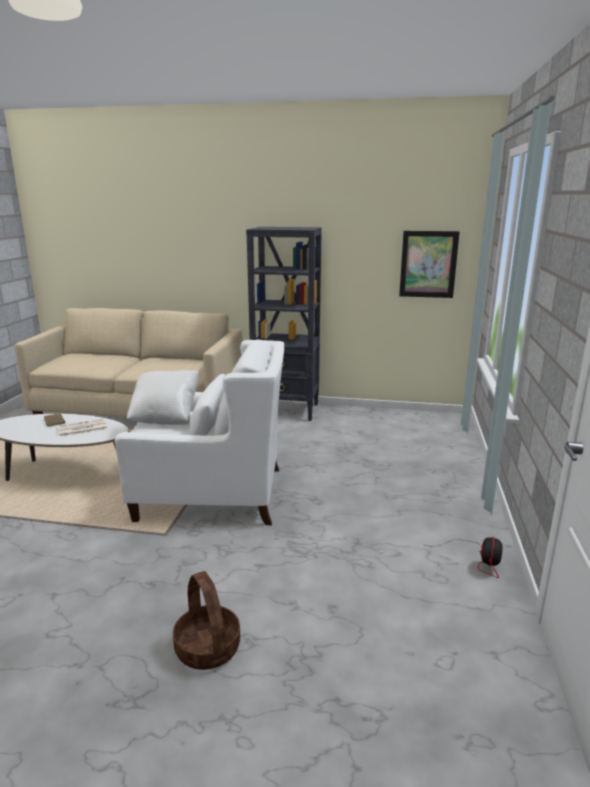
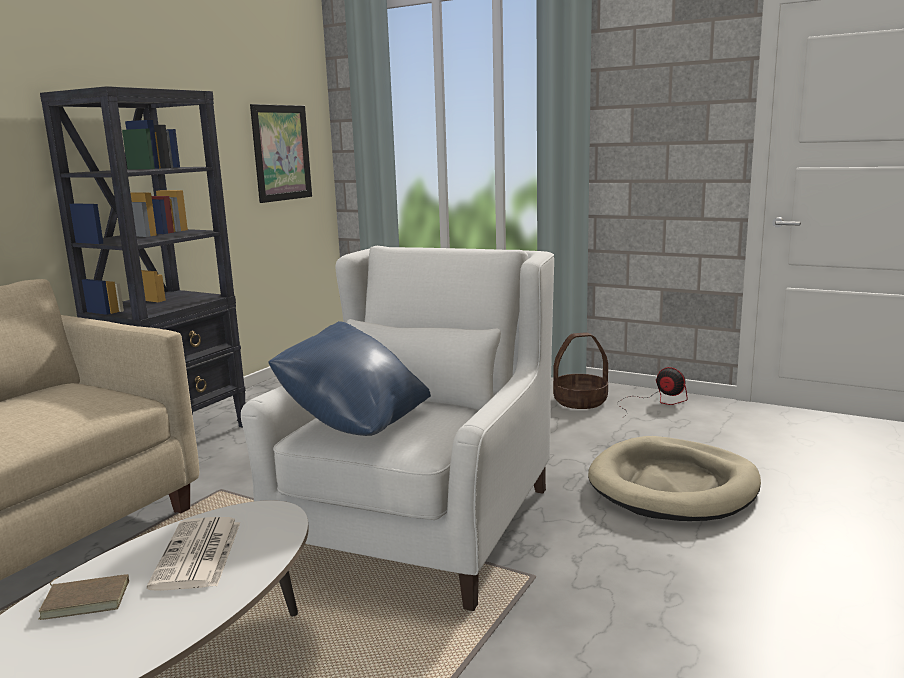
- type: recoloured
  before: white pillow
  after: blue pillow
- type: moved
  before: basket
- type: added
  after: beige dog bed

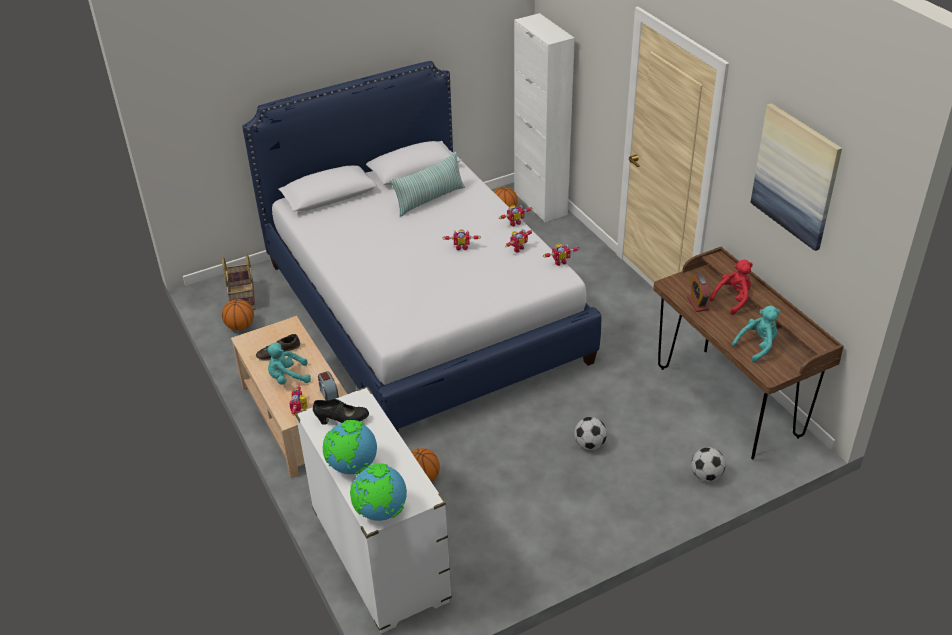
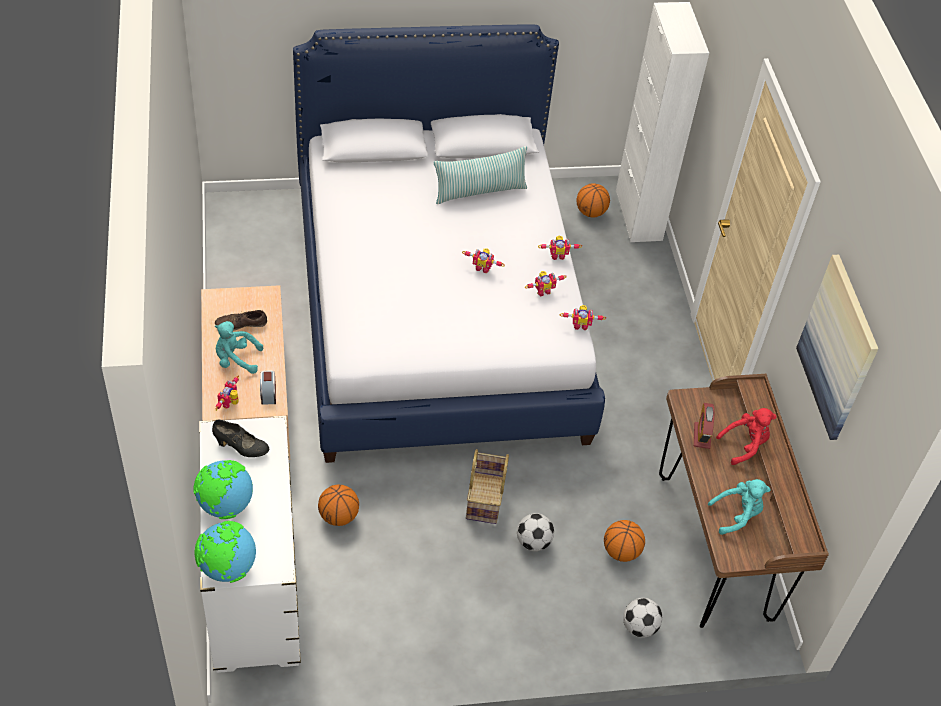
- type: moved
  before: basket
- type: moved
  before: basketball (1st from left in the first image)
  after: basketball (3rd from left)

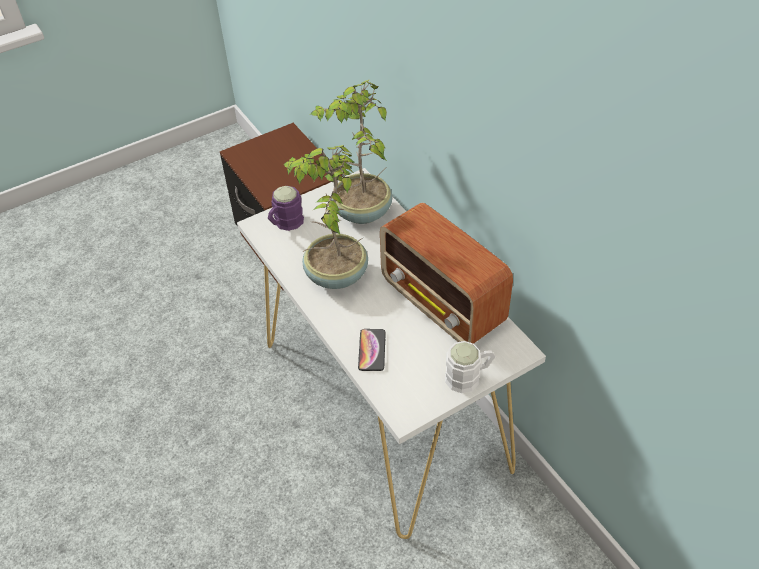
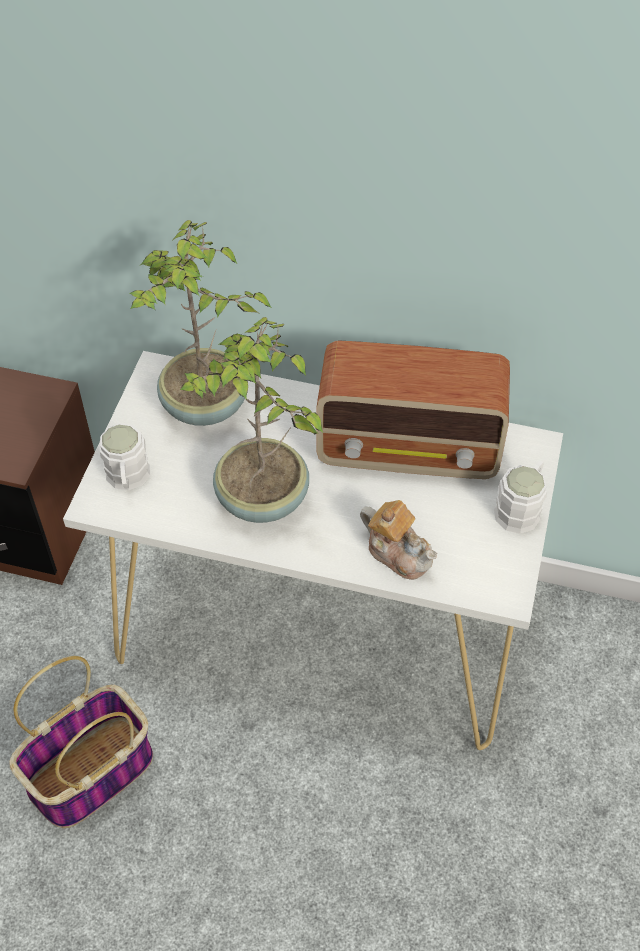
- type: recoloured
  before: purple mug
  after: white mug (1st from left)
- type: replaced
  before: phone
  after: teapot
- type: added
  after: basket

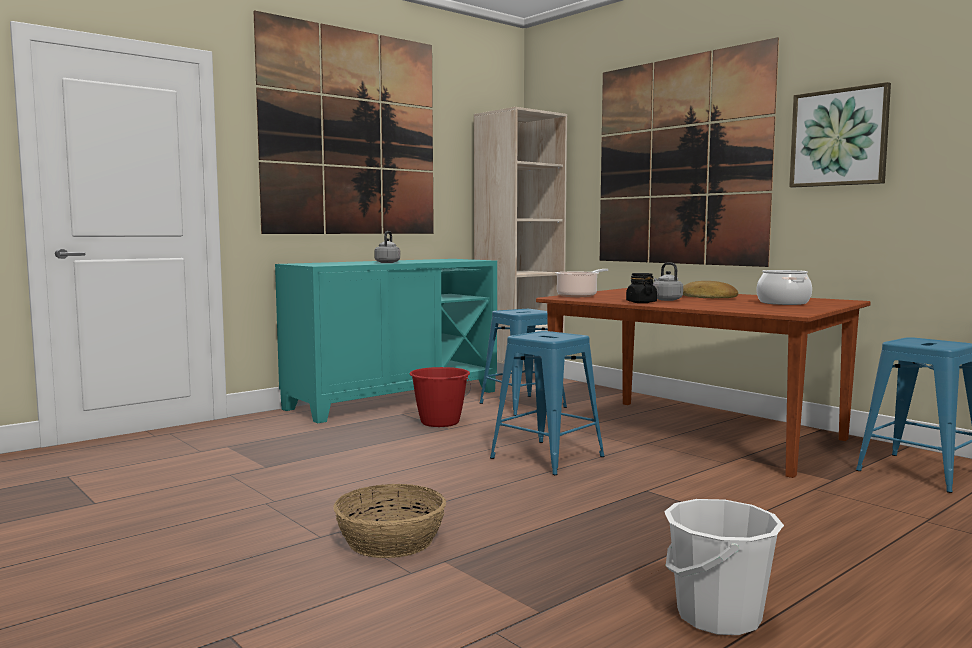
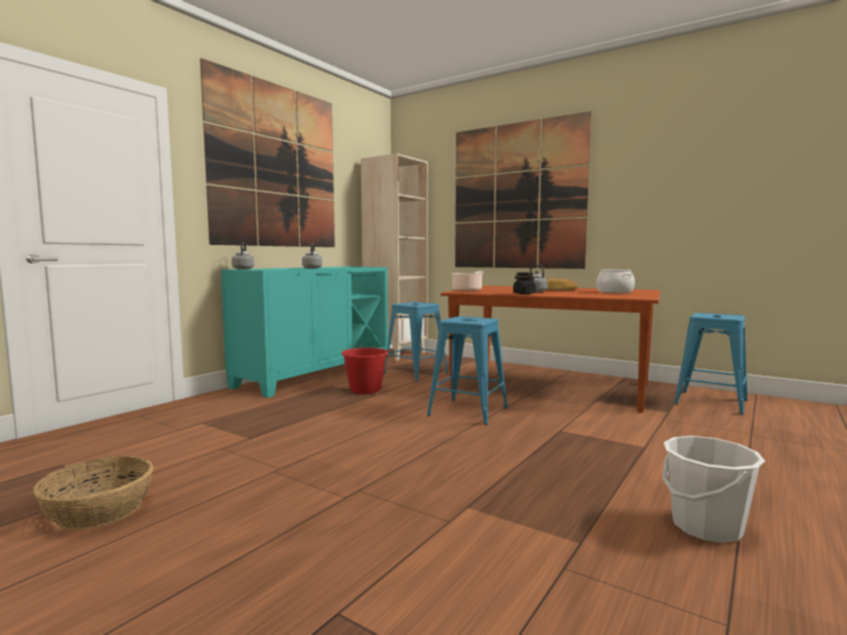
- type: removed
  before: picture (3rd from left)
- type: moved
  before: basket
- type: added
  after: grey kettle (1st from left)

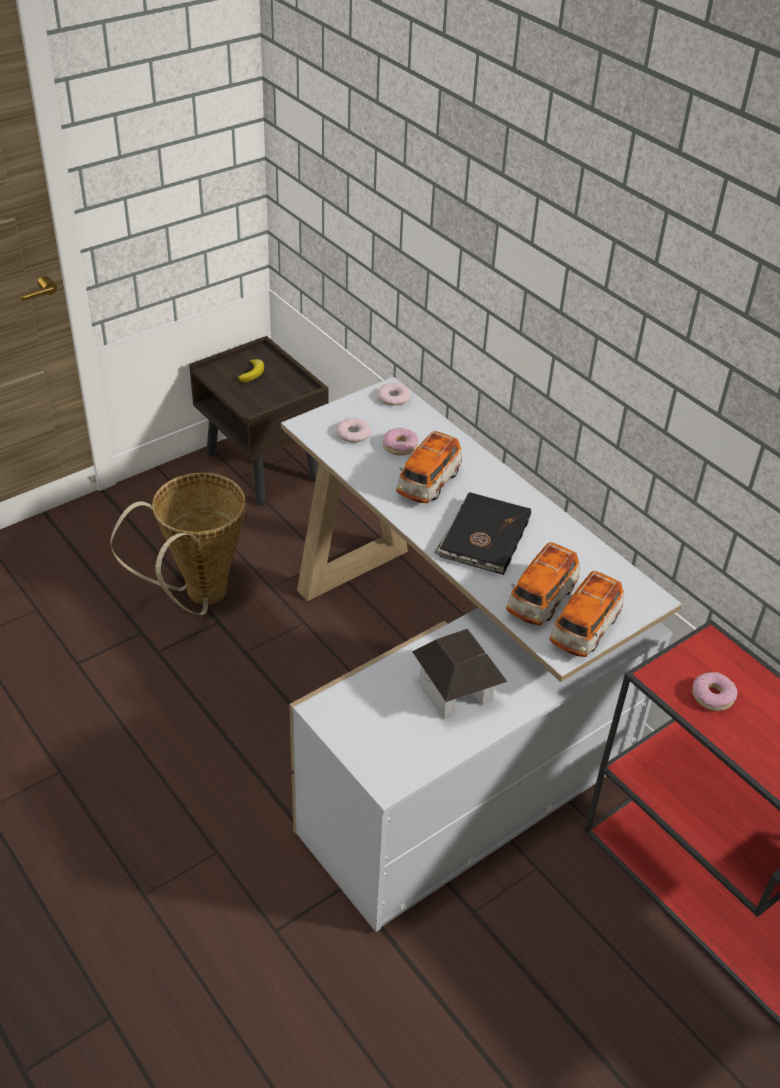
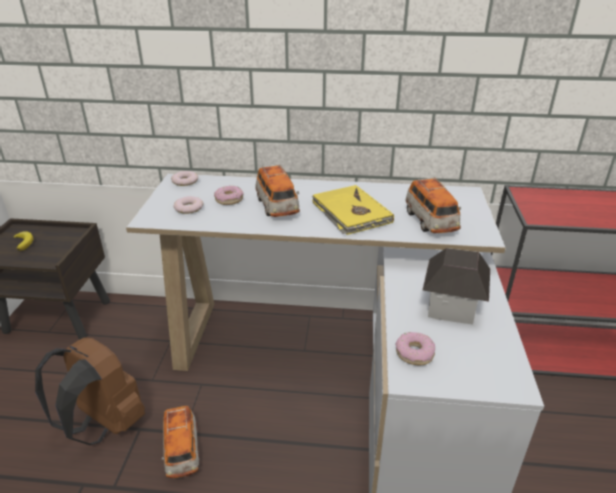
- type: replaced
  before: basket
  after: brown backpack
- type: recoloured
  before: black book
  after: yellow book
- type: moved
  before: toy car (3rd from left in the first image)
  after: toy car (1st from left)
- type: moved
  before: donut (4th from left)

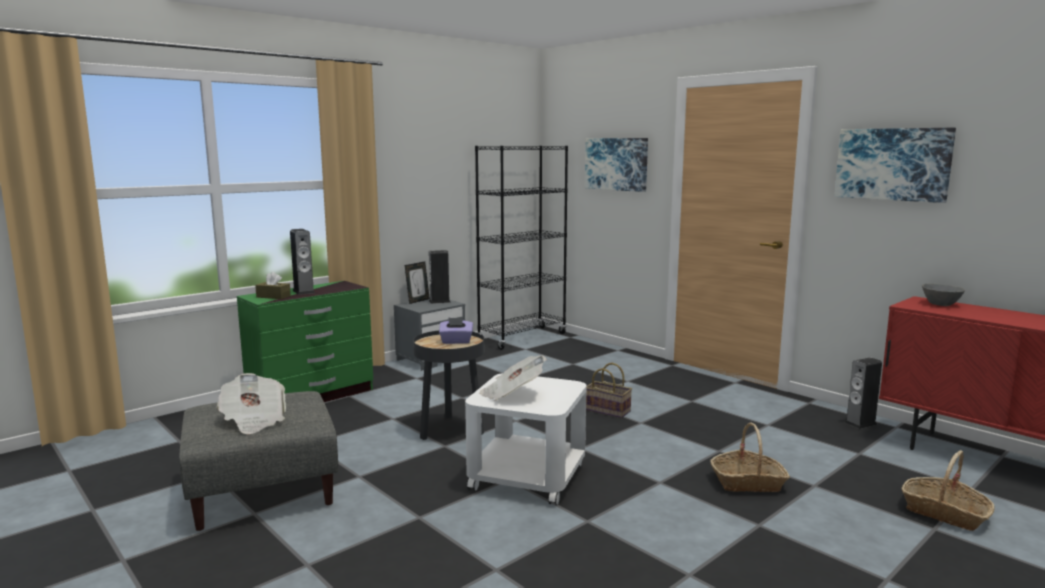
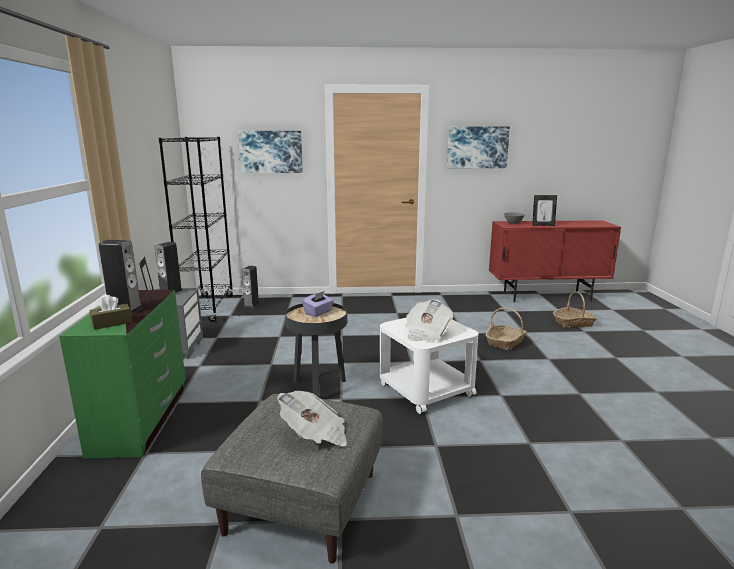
- type: moved
  before: speaker (3rd from left)
- type: removed
  before: basket (1st from left)
- type: added
  after: picture frame (2nd from left)

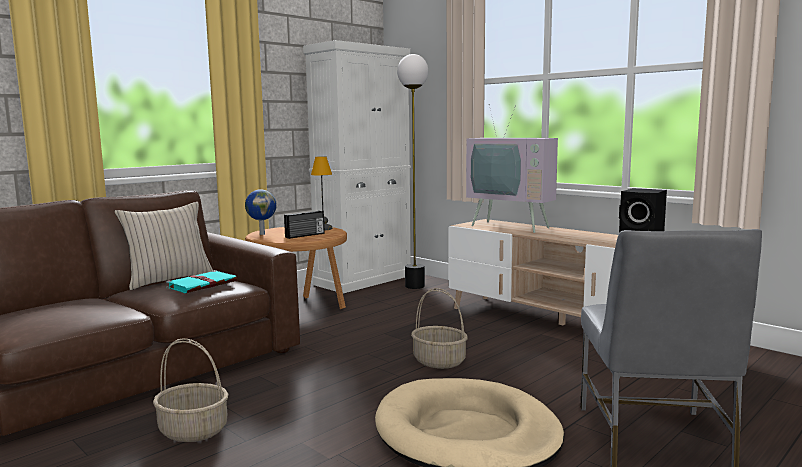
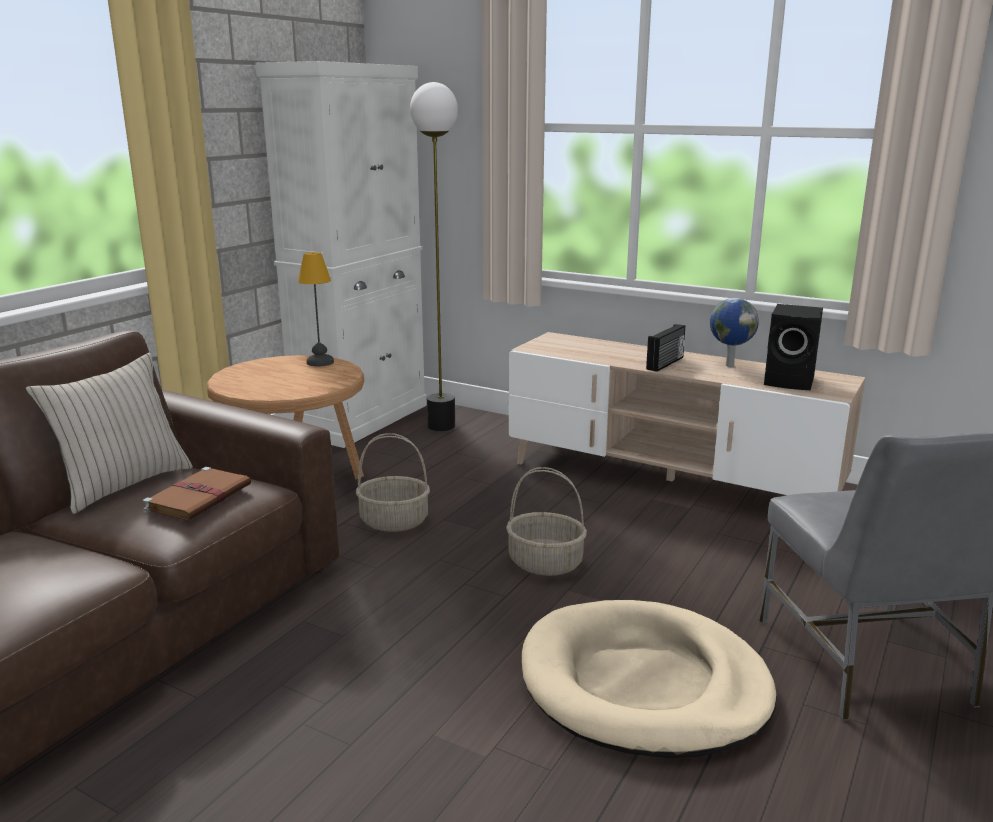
- type: removed
  before: television
- type: moved
  before: globe
- type: moved
  before: radio
- type: recoloured
  before: turquoise book
  after: brown book
- type: moved
  before: basket (1st from left)

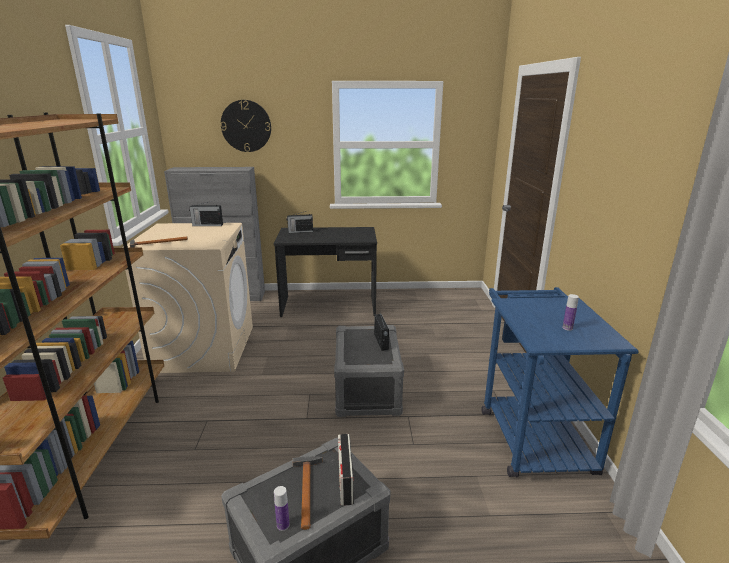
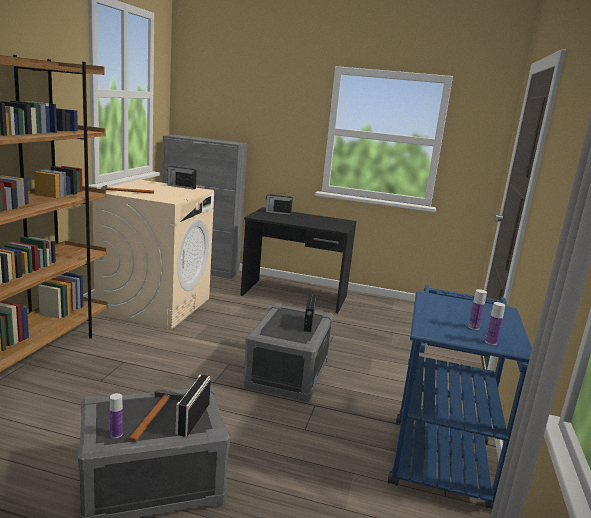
- type: removed
  before: wall clock
- type: added
  after: bottle (3rd from left)

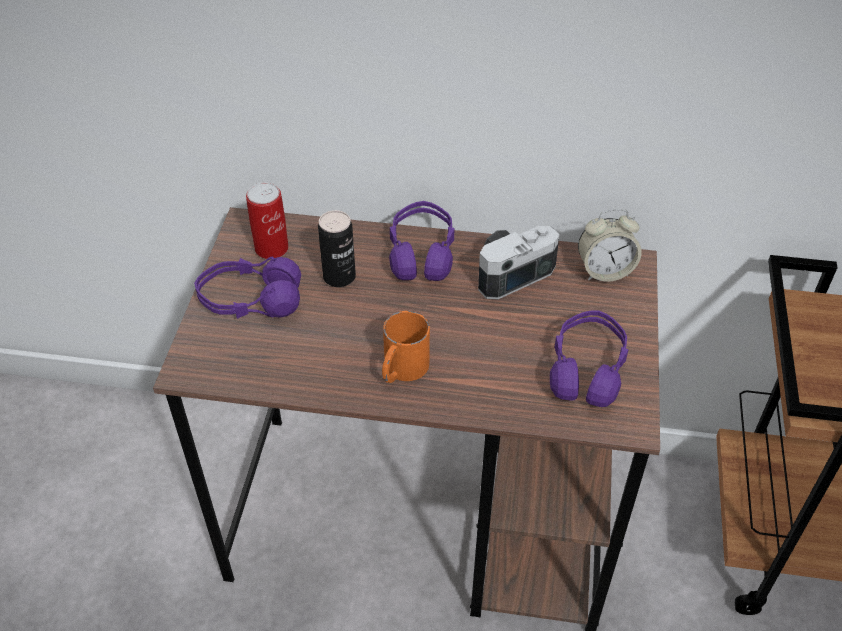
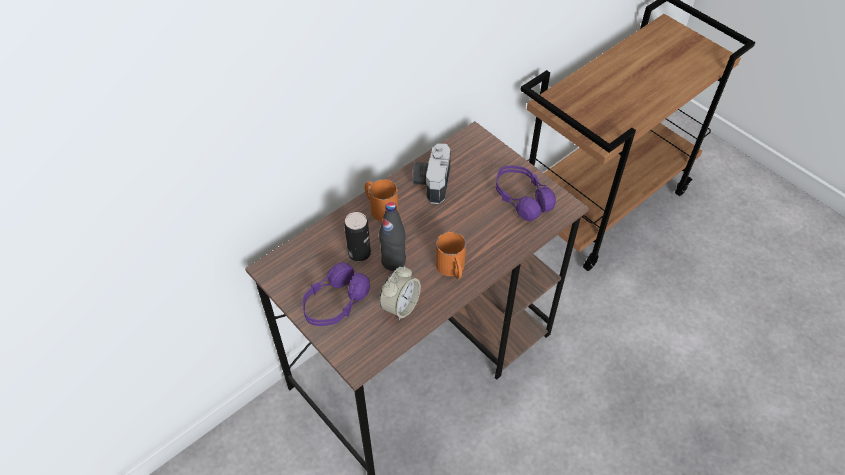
- type: removed
  before: can (1st from left)
- type: replaced
  before: purple headphones (2nd from left)
  after: orange mug (1st from left)
- type: moved
  before: alarm clock
- type: added
  after: black bottle

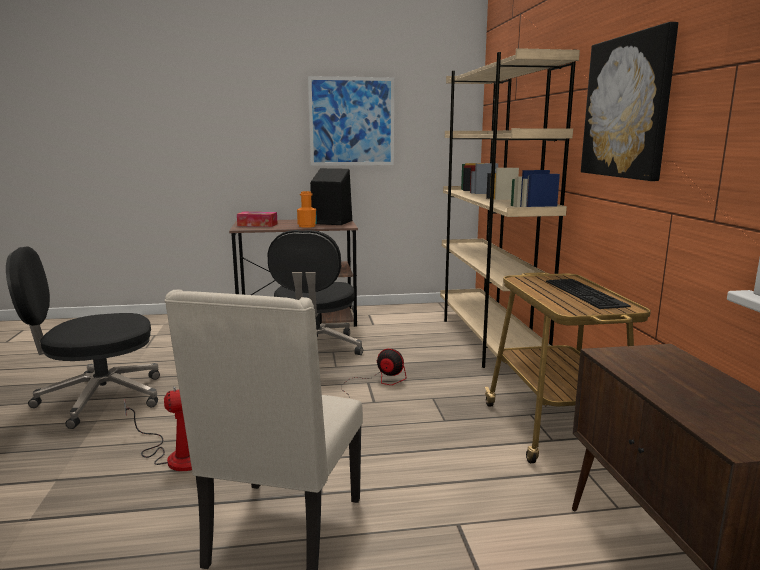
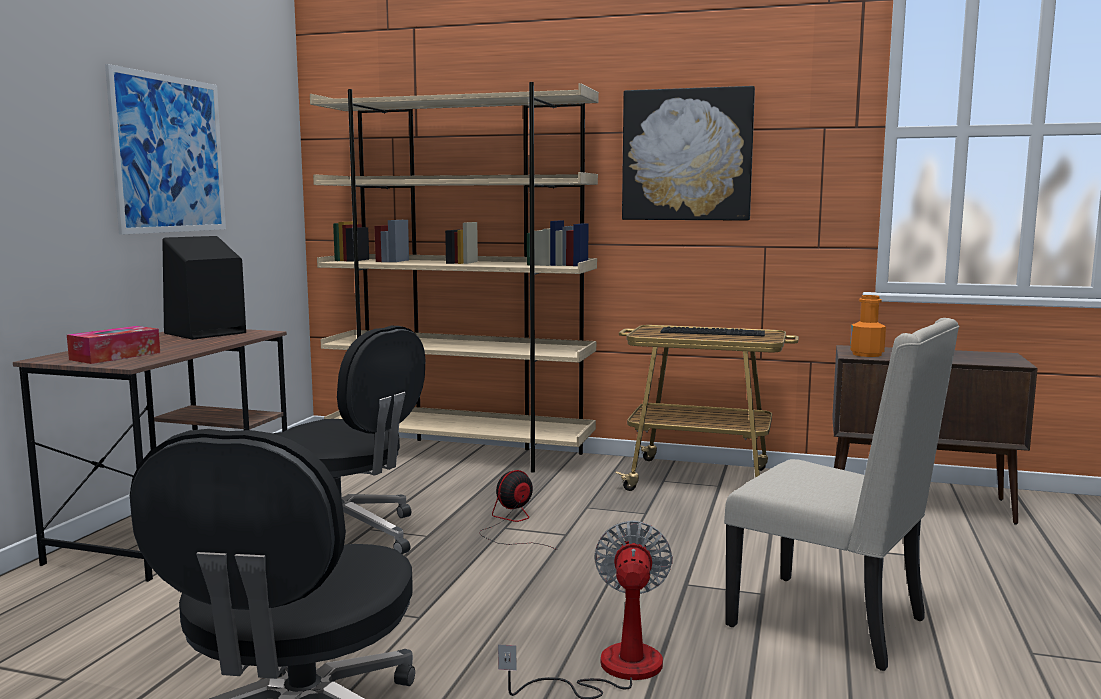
- type: moved
  before: orange bottle

